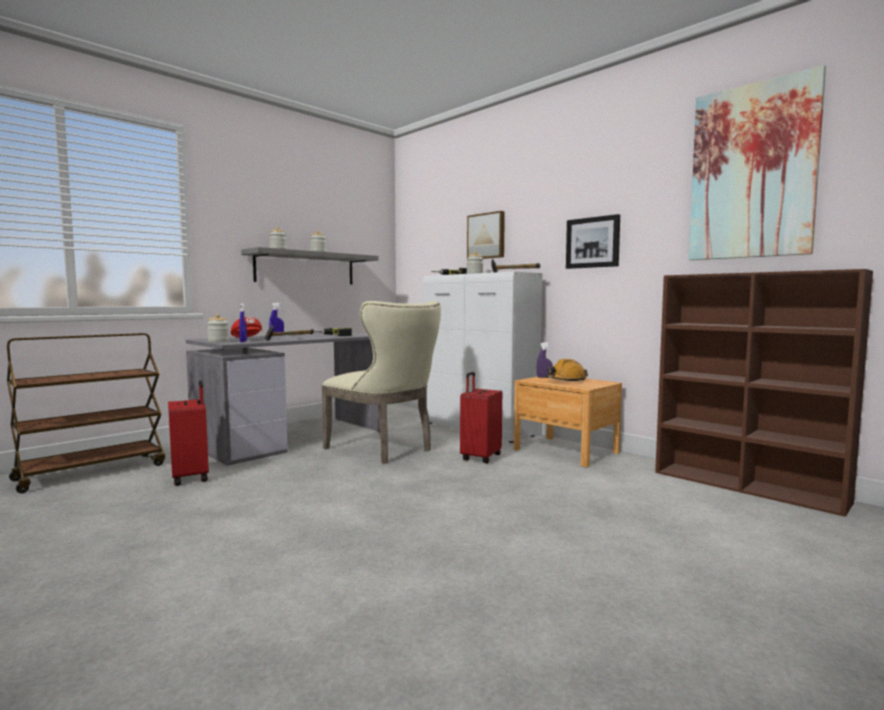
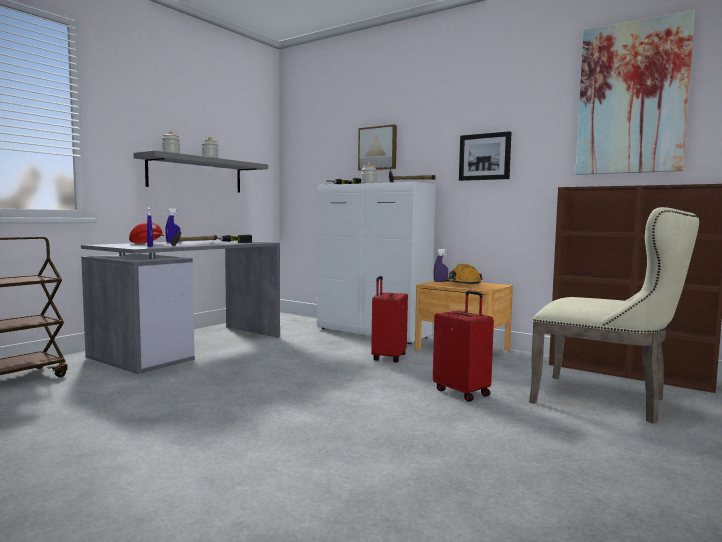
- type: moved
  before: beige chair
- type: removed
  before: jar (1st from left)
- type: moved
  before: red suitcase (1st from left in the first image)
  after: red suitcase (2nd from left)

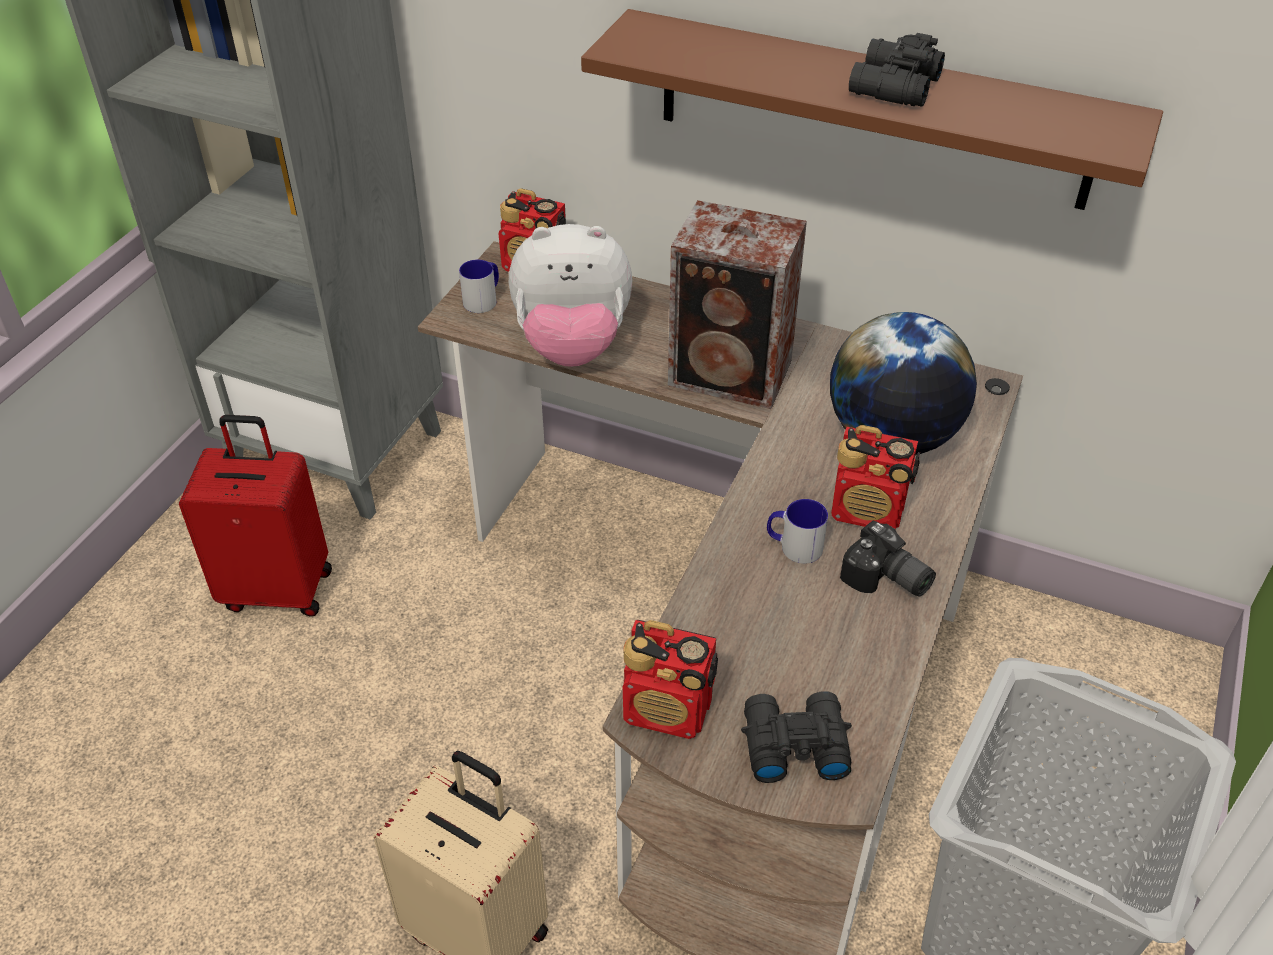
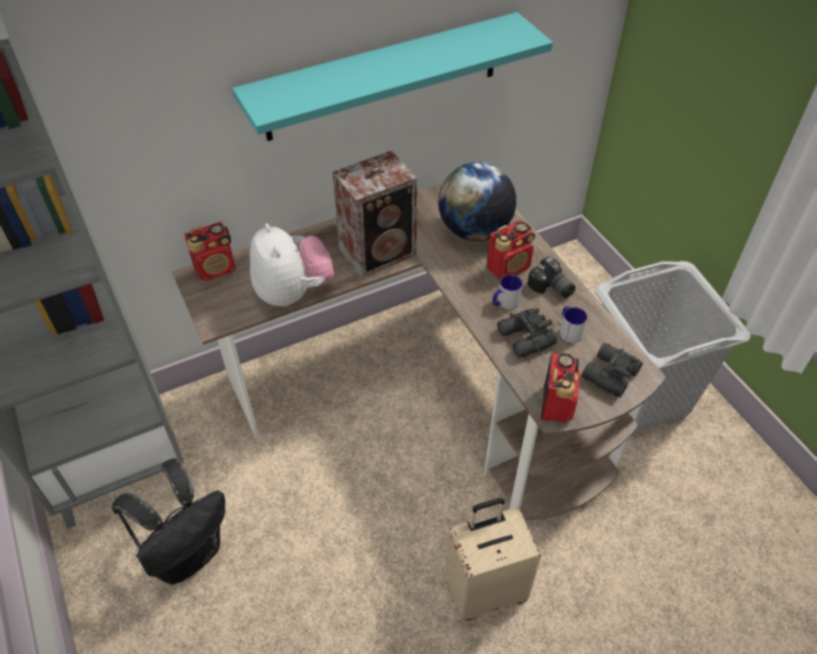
- type: recoloured
  before: brown shelf
  after: turquoise shelf
- type: moved
  before: black binoculars (2nd from left in the first image)
  after: black binoculars (1st from left)
- type: turned
  before: plush toy
  turn: -60
- type: moved
  before: mug (1st from left in the first image)
  after: mug (2nd from left)
- type: replaced
  before: red suitcase
  after: black backpack
- type: turned
  before: photo camera
  turn: 60
- type: turned
  before: radio (2nd from left in the first image)
  turn: -45

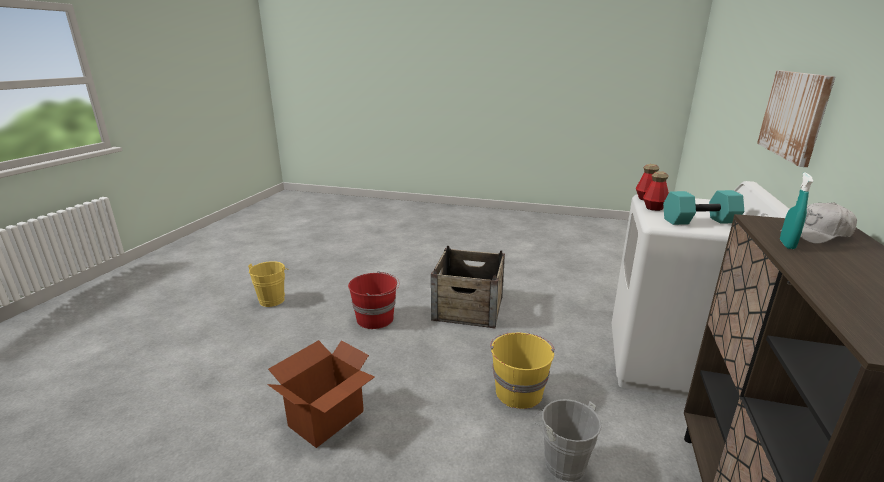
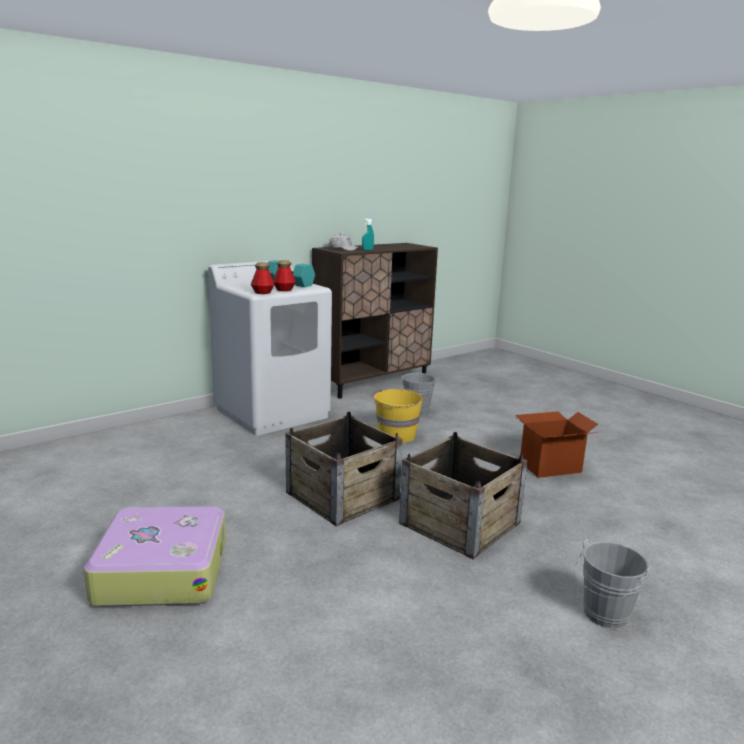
- type: removed
  before: picture
- type: recoloured
  before: yellow bucket (1st from left)
  after: grey bucket (2nd from left)
- type: replaced
  before: red bucket
  after: crate (2nd from left)
- type: added
  after: suitcase

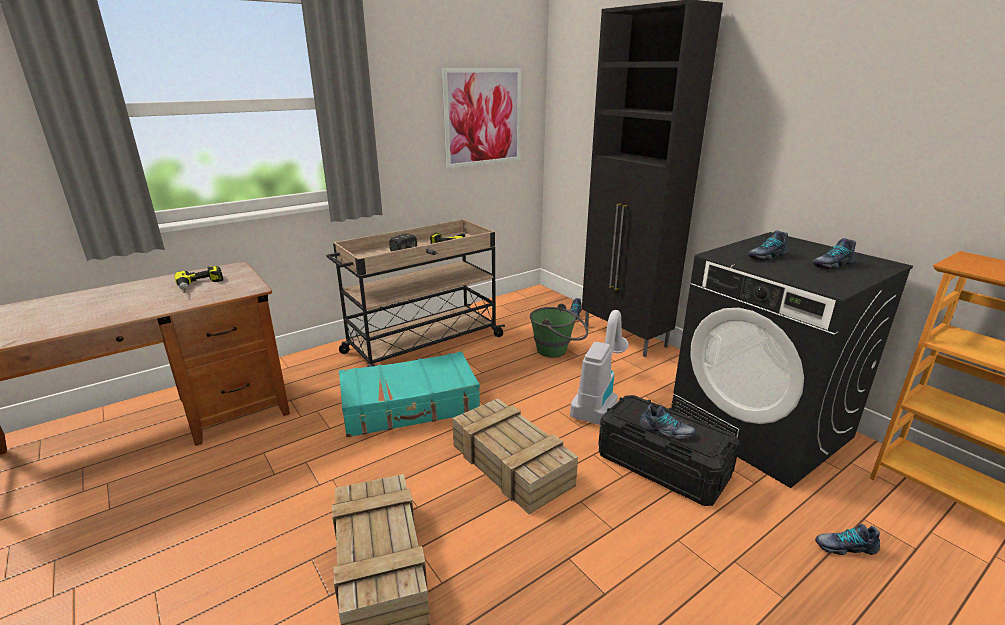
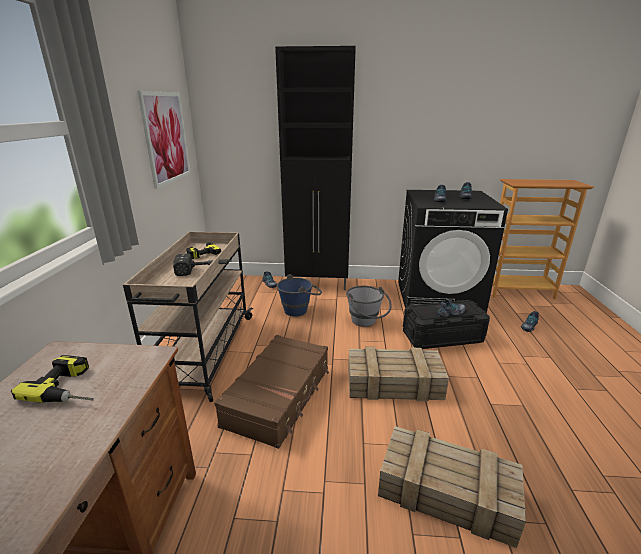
- type: recoloured
  before: green bucket
  after: blue bucket
- type: replaced
  before: vacuum cleaner
  after: grey bucket
- type: recoloured
  before: turquoise suitcase
  after: brown suitcase

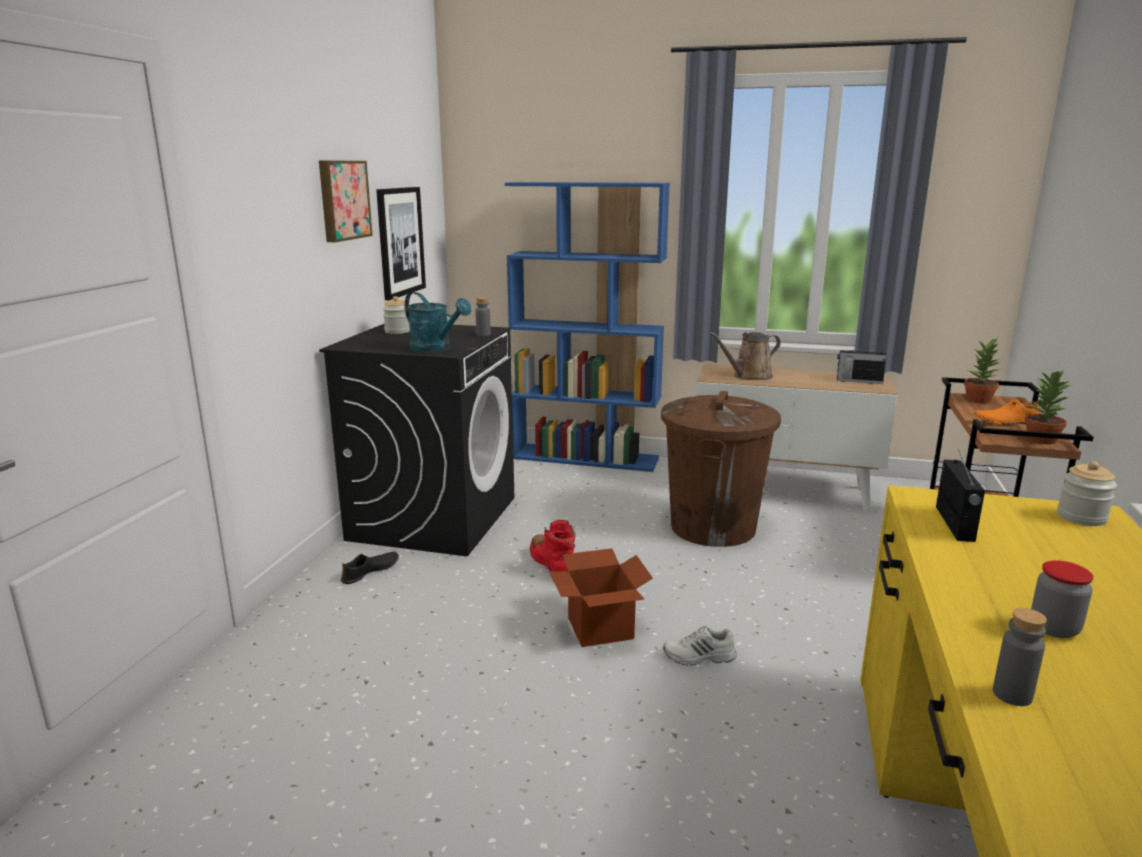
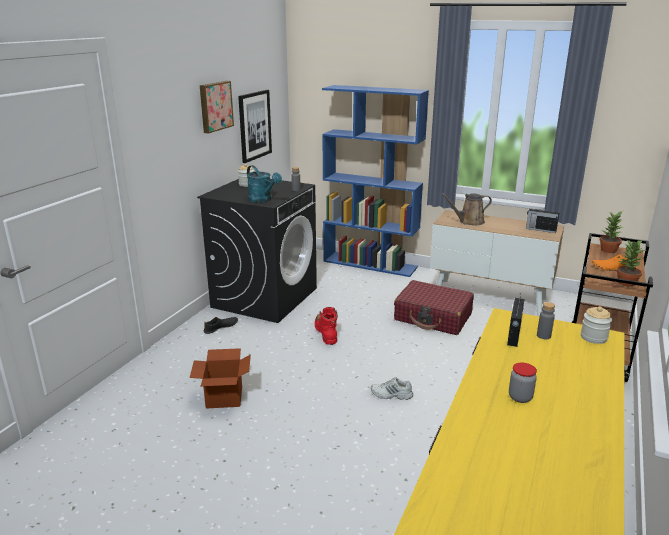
- type: replaced
  before: brown trash can
  after: red suitcase
- type: moved
  before: cardboard box
- type: moved
  before: grey bottle (2nd from left)

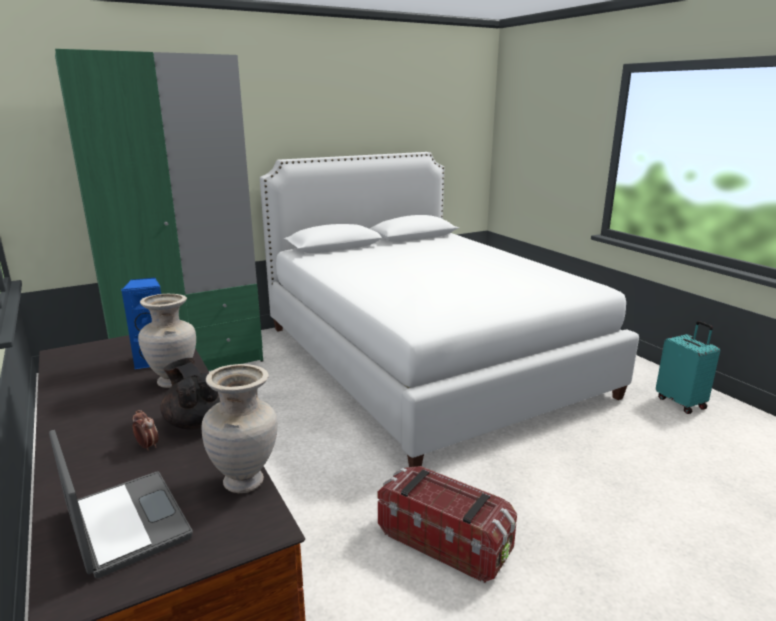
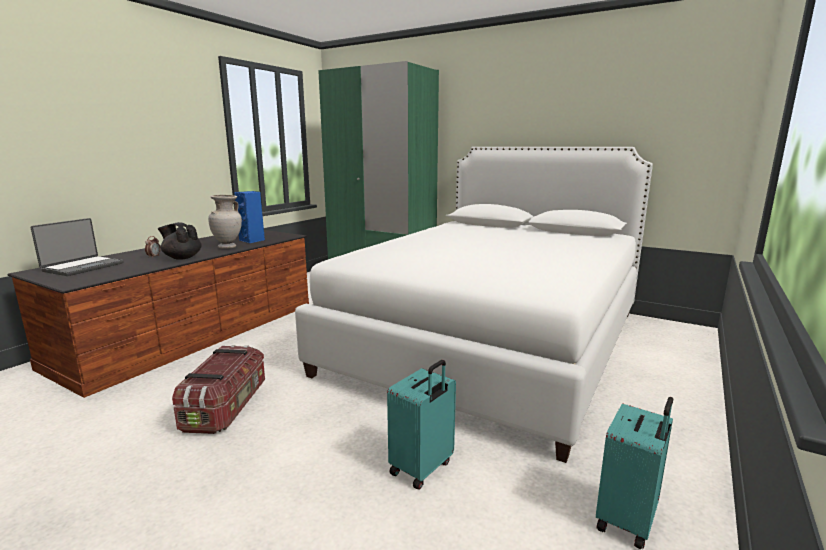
- type: turned
  before: black teapot
  turn: -90
- type: removed
  before: beige vase (2nd from left)
- type: added
  after: turquoise suitcase (1st from left)

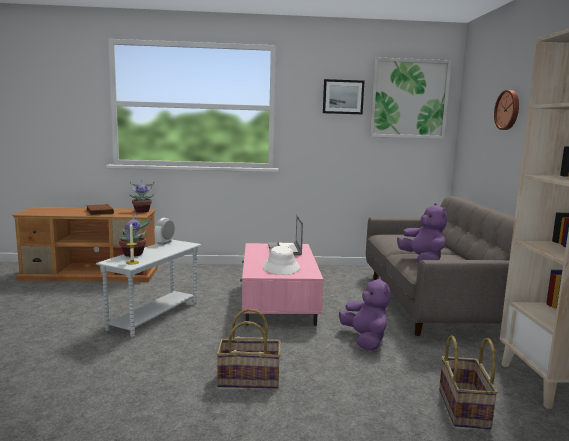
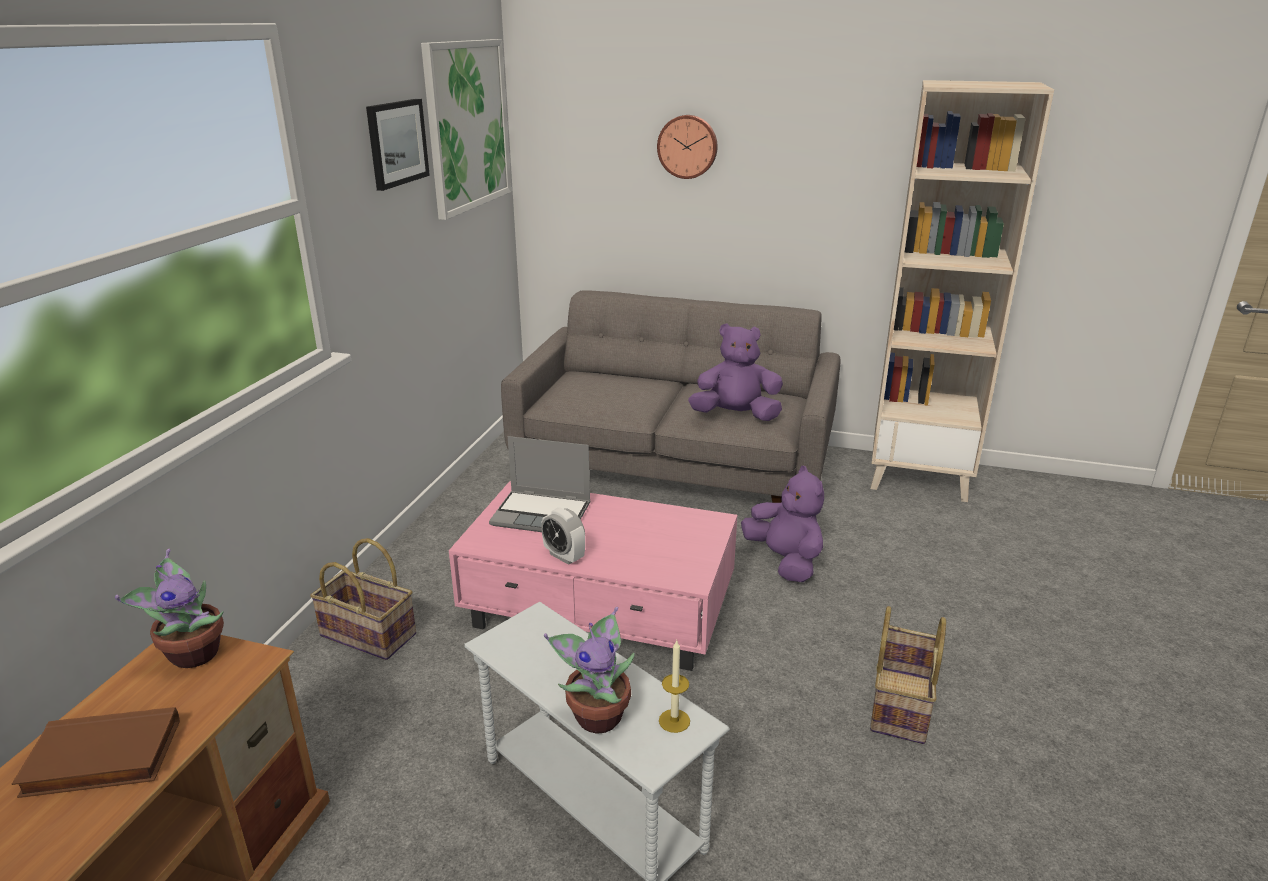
- type: moved
  before: alarm clock
- type: removed
  before: white hat
- type: turned
  before: purple plush toy (1st from left in the first image)
  turn: 60
- type: moved
  before: basket (2nd from left in the first image)
  after: basket (1st from left)

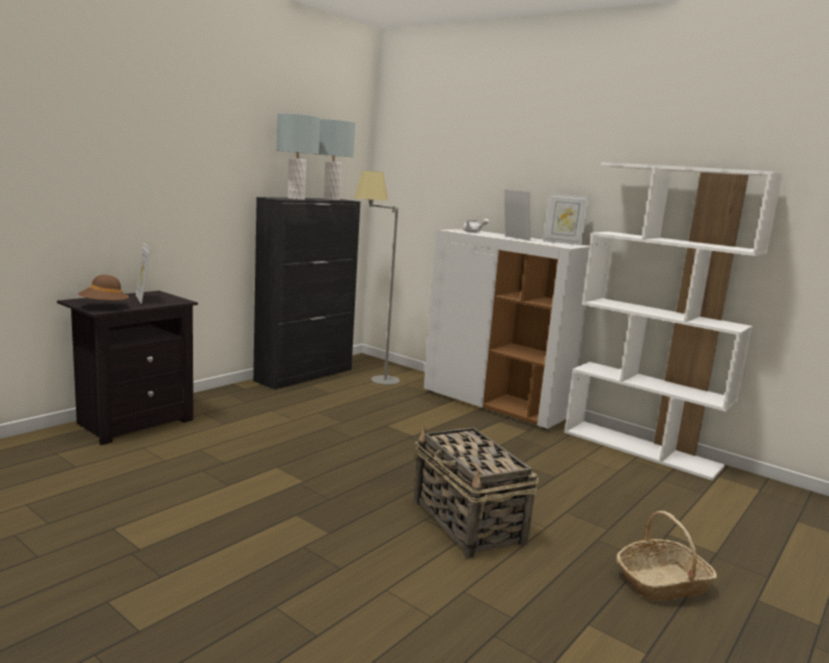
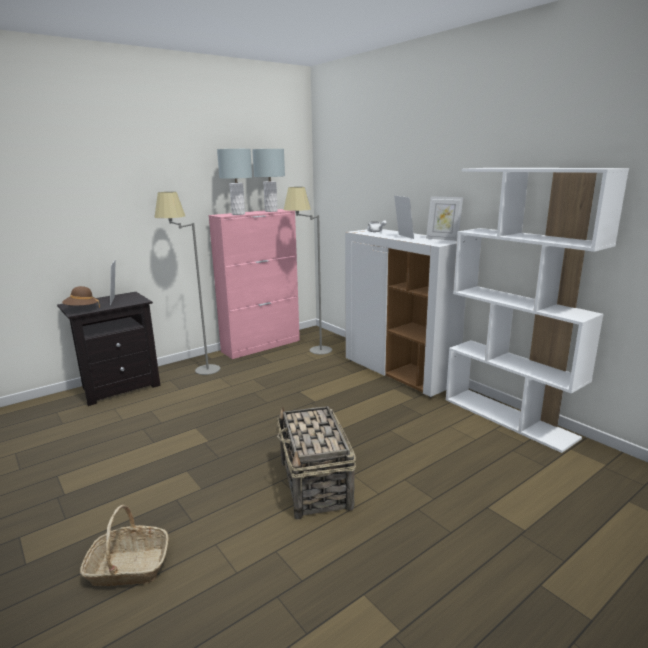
- type: recoloured
  before: black cabinet
  after: pink cabinet
- type: moved
  before: basket (2nd from left in the first image)
  after: basket (1st from left)
- type: added
  after: grey floor lamp (1st from left)

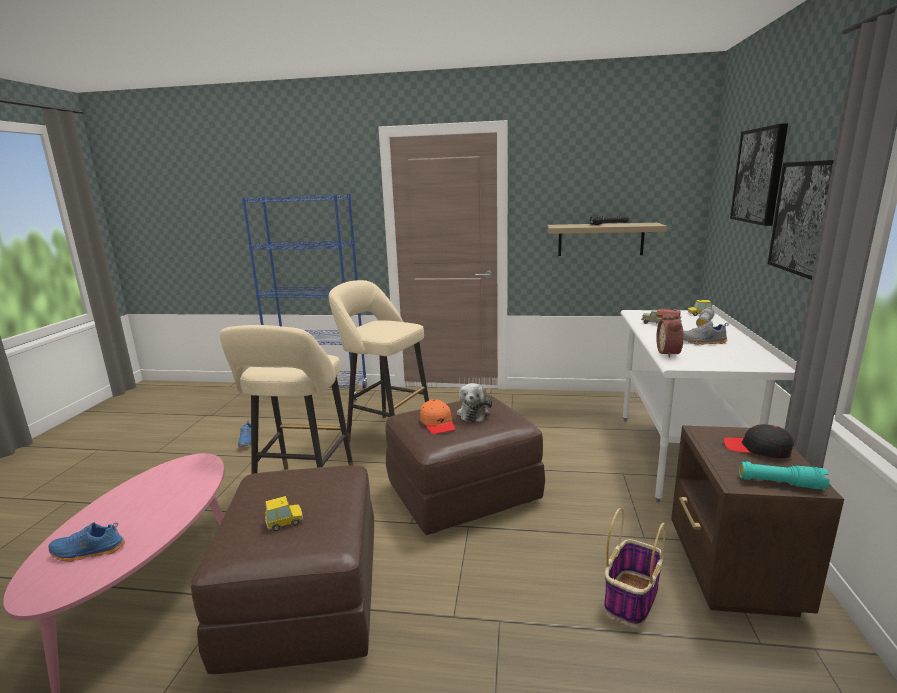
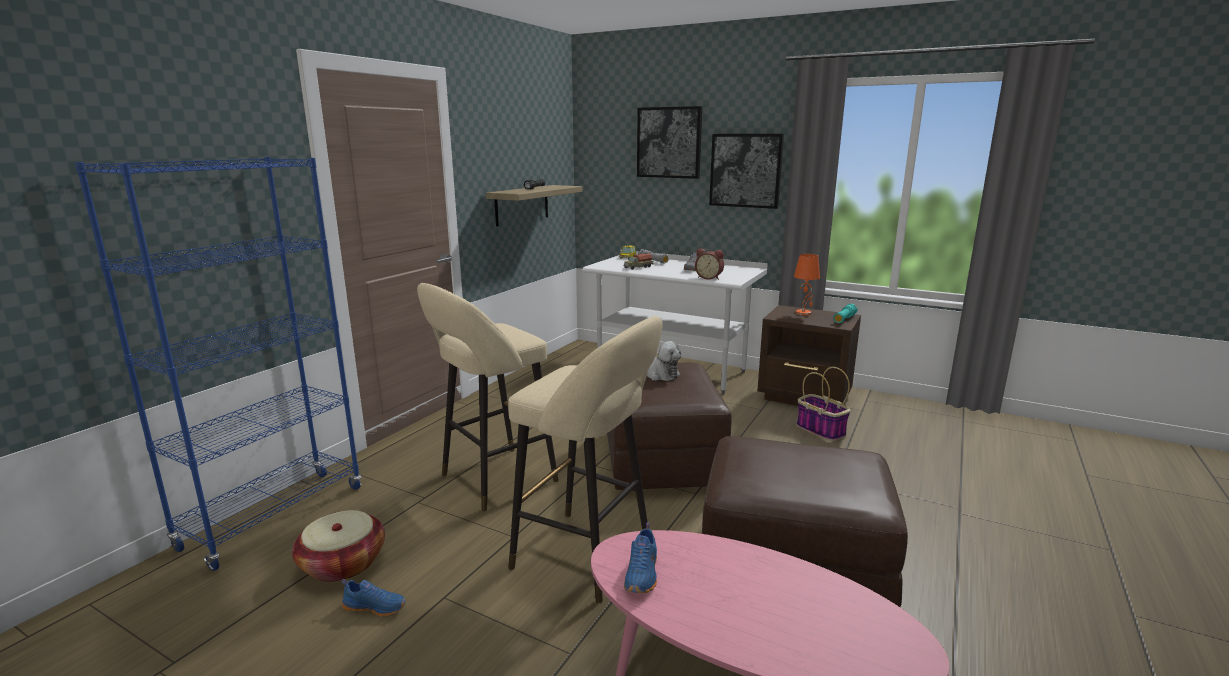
- type: removed
  before: orange cap
- type: replaced
  before: black cap
  after: orange table lamp
- type: removed
  before: toy car (1st from left)
- type: moved
  before: blue shoe (1st from left in the first image)
  after: blue shoe (2nd from left)
- type: added
  after: basket (1st from left)

